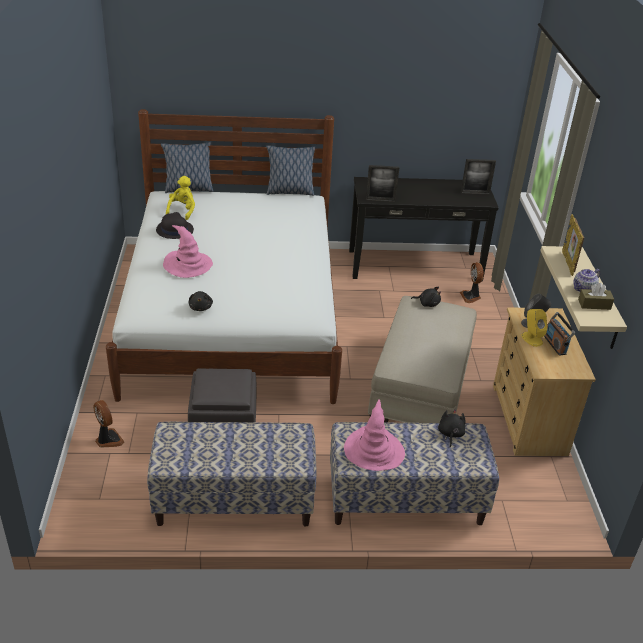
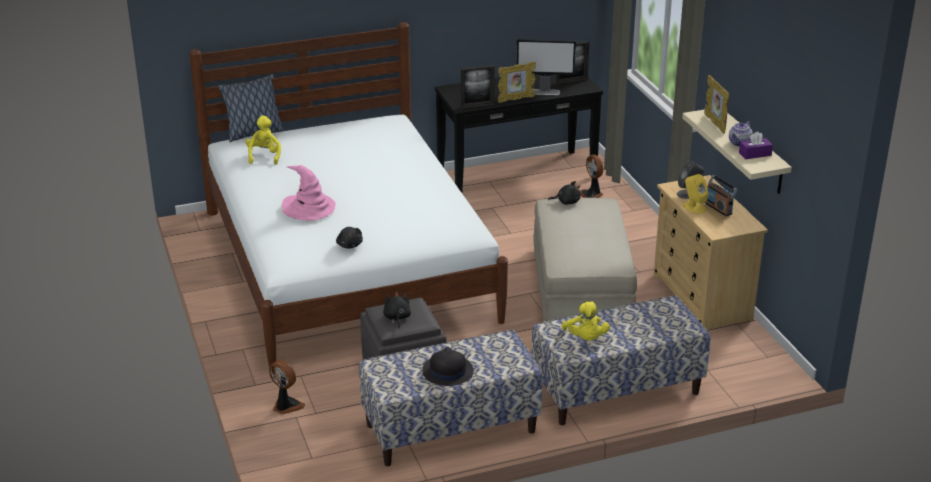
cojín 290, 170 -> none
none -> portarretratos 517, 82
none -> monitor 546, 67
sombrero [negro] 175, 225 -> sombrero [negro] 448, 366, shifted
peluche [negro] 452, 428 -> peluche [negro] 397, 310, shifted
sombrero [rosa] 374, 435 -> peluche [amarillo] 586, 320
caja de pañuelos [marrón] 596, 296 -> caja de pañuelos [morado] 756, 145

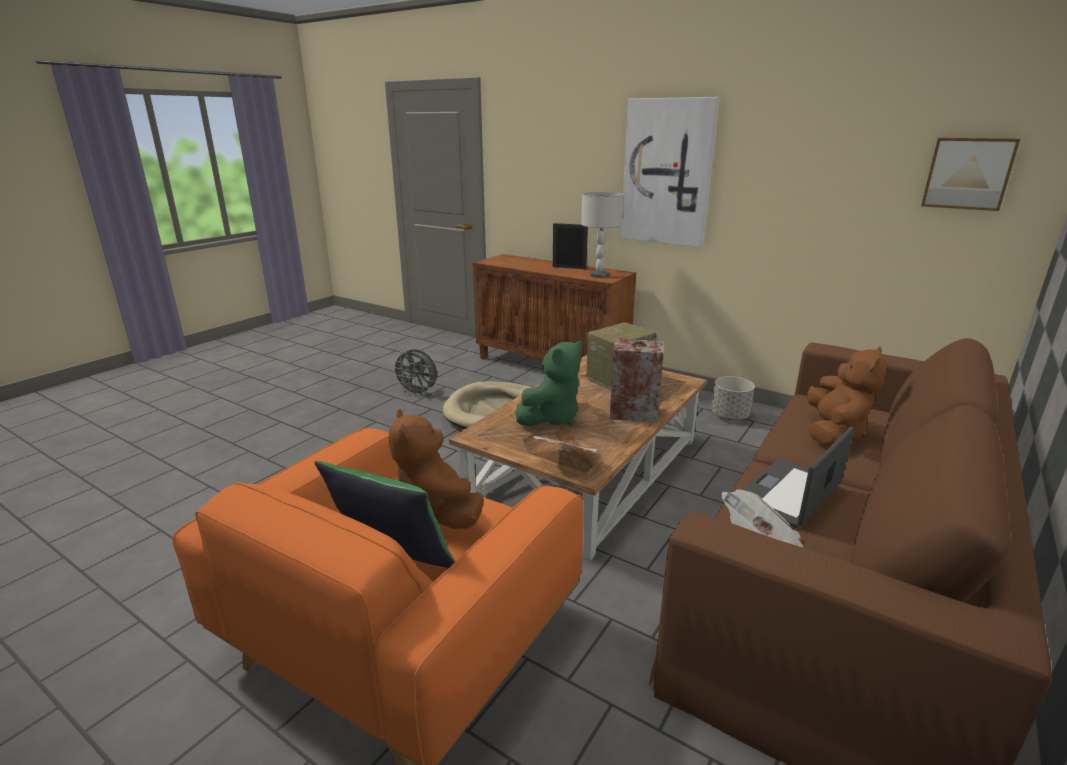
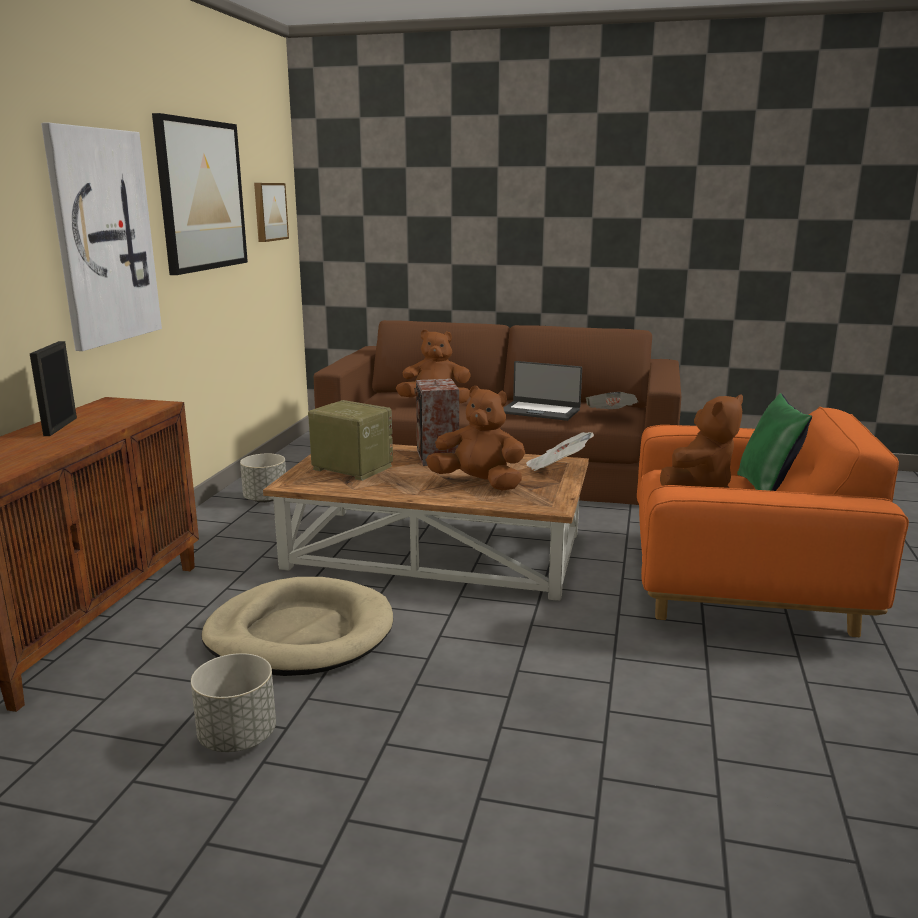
lámpara de mesa [gris] 602, 235 -> none
none -> cuadro 200, 194
ventilador [gris] 414, 373 -> maceta [gris] 233, 702
peluche [verde] 548, 383 -> peluche [marrón] 475, 438

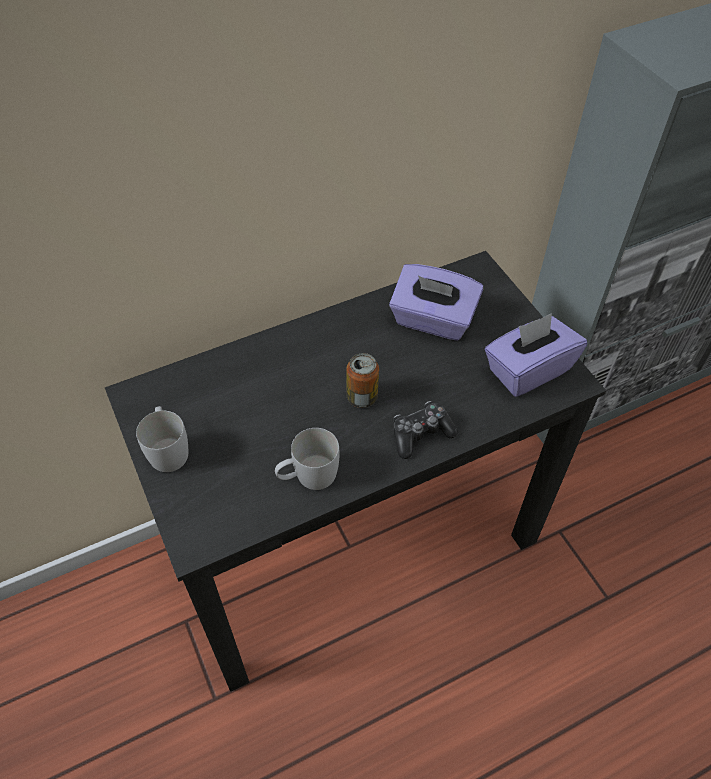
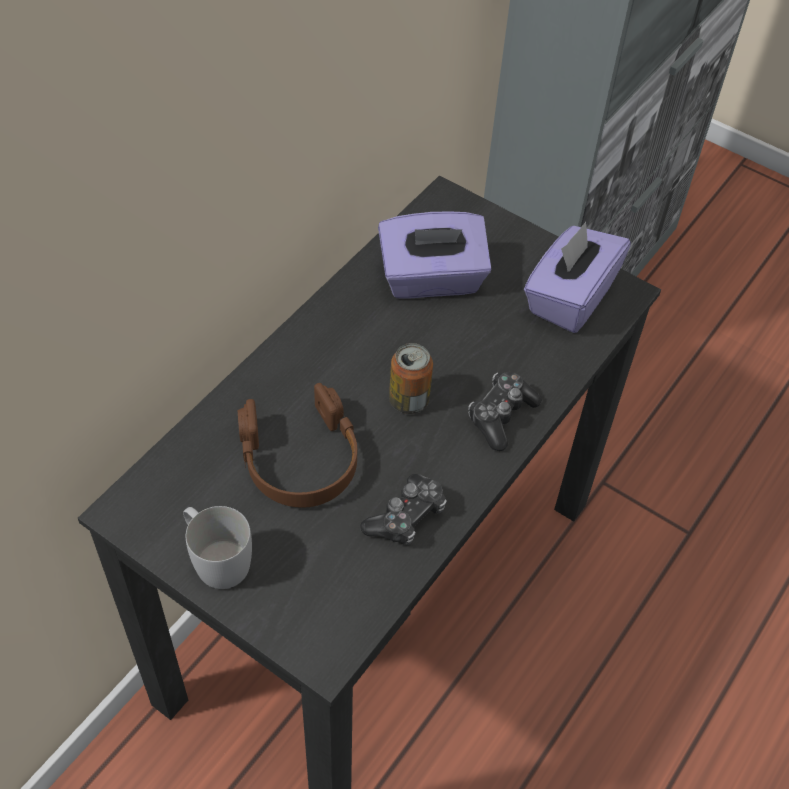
none -> auriculares [marrón] 297, 445
taza grande [blanco] 307, 459 -> mando de consola 403, 509

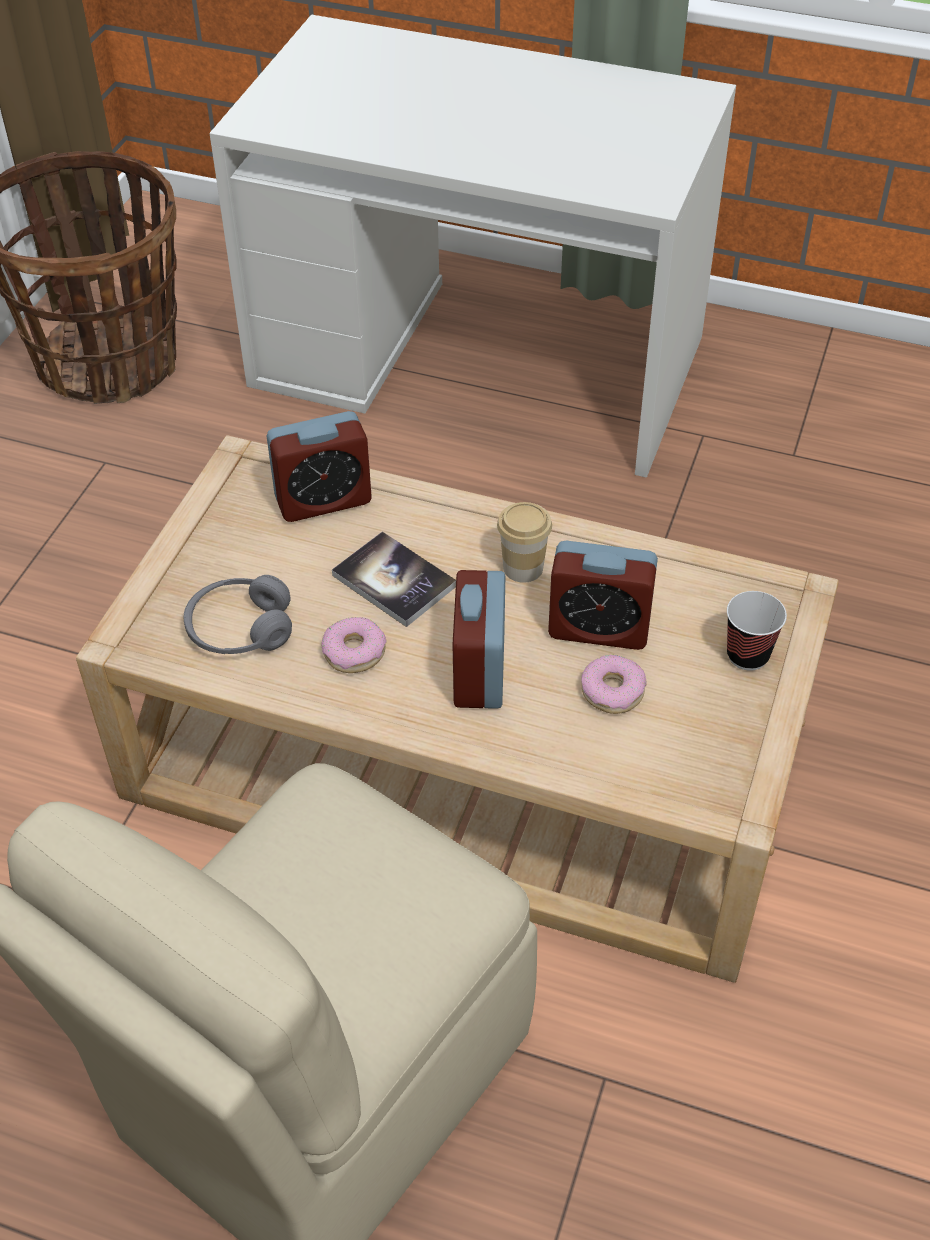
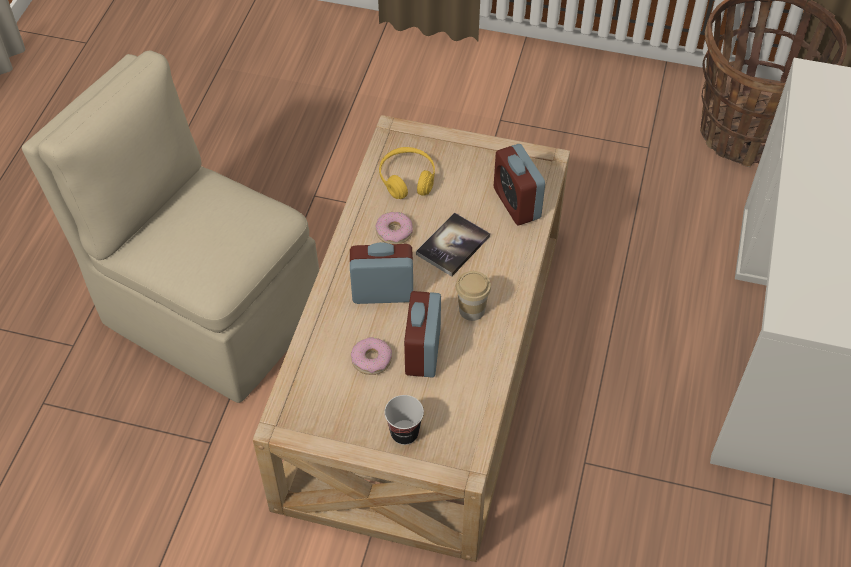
auriculares [gris] 237, 614 -> auriculares [amarillo] 407, 173

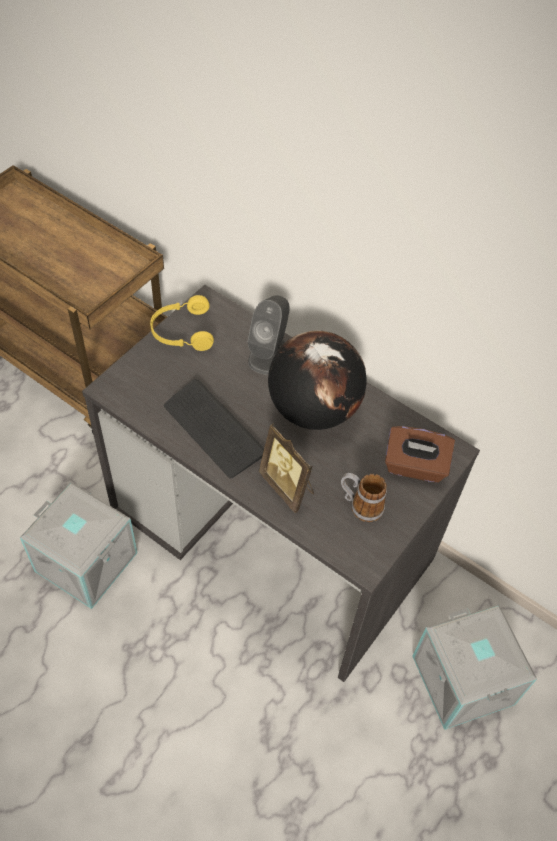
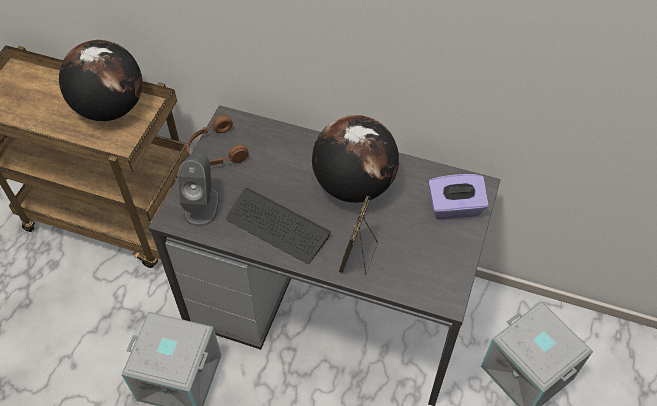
taza grande 364, 497 -> none
none -> globo terráqueo 101, 80
altavoz [gris] 268, 335 -> altavoz [gris] 198, 190, shifted
auriculares [amarillo] 182, 323 -> auriculares [marrón] 217, 140
caja de pañuelos [marrón] 420, 454 -> caja de pañuelos [morado] 458, 196
portarretratos 286, 468 -> portarretratos 358, 235, 75 degrees clockwise

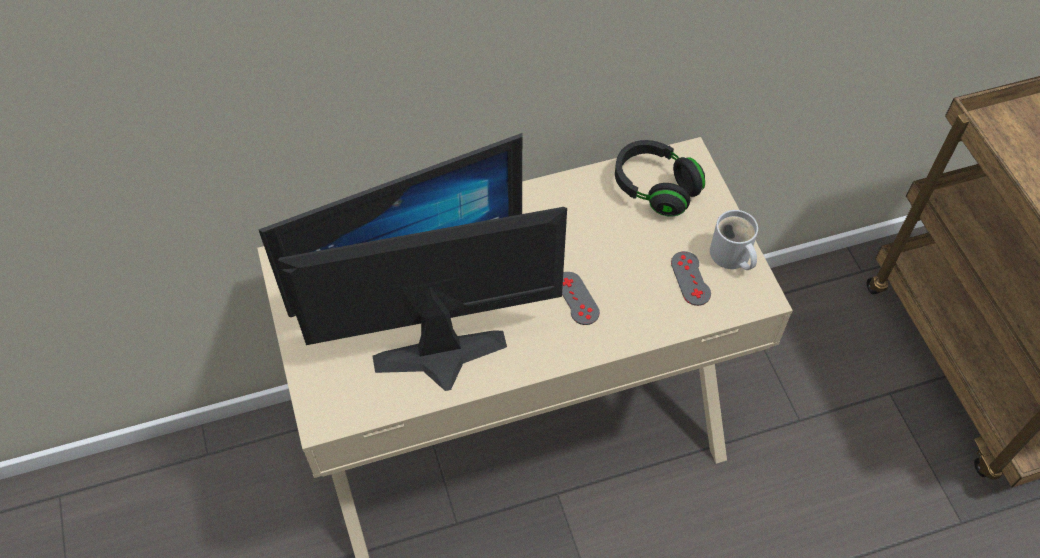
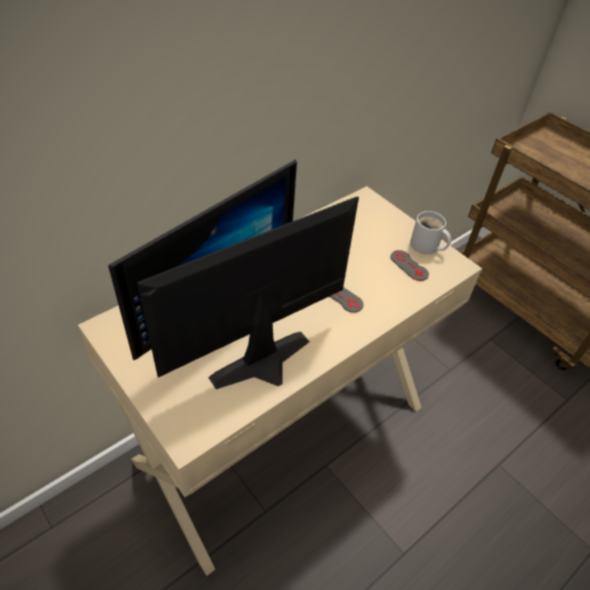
auriculares [negro] 660, 178 -> none

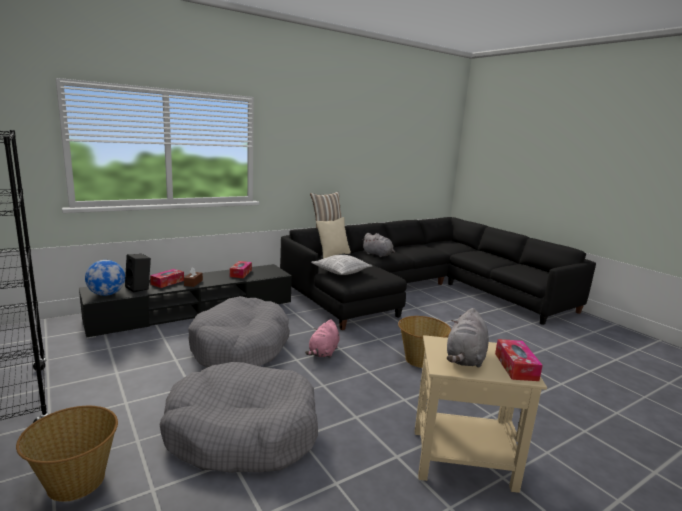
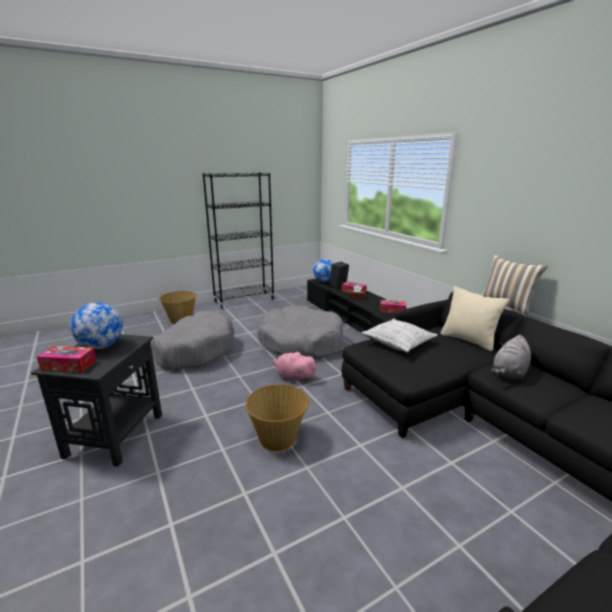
peluche [gris] 468, 338 -> globo terráqueo 96, 326
mesa auxiliar [beis] 481, 414 -> mesa auxiliar [negro] 96, 400

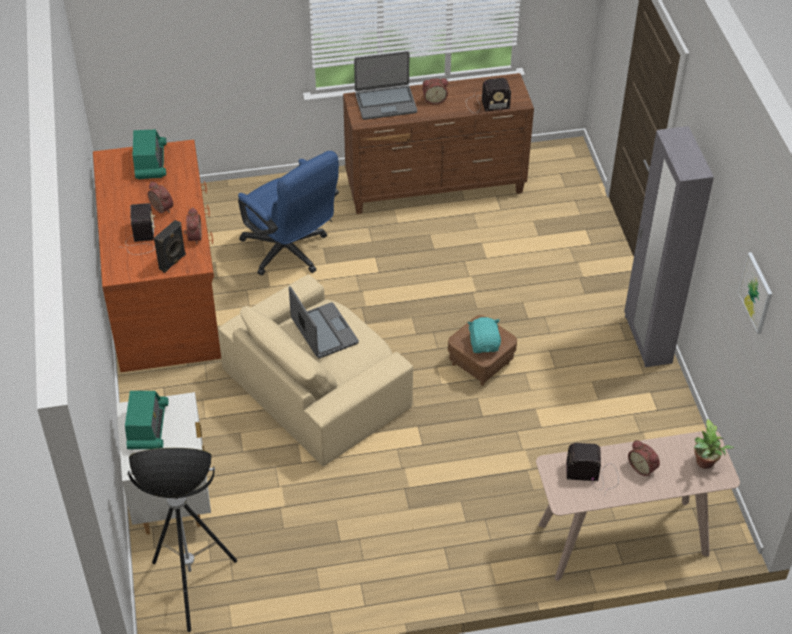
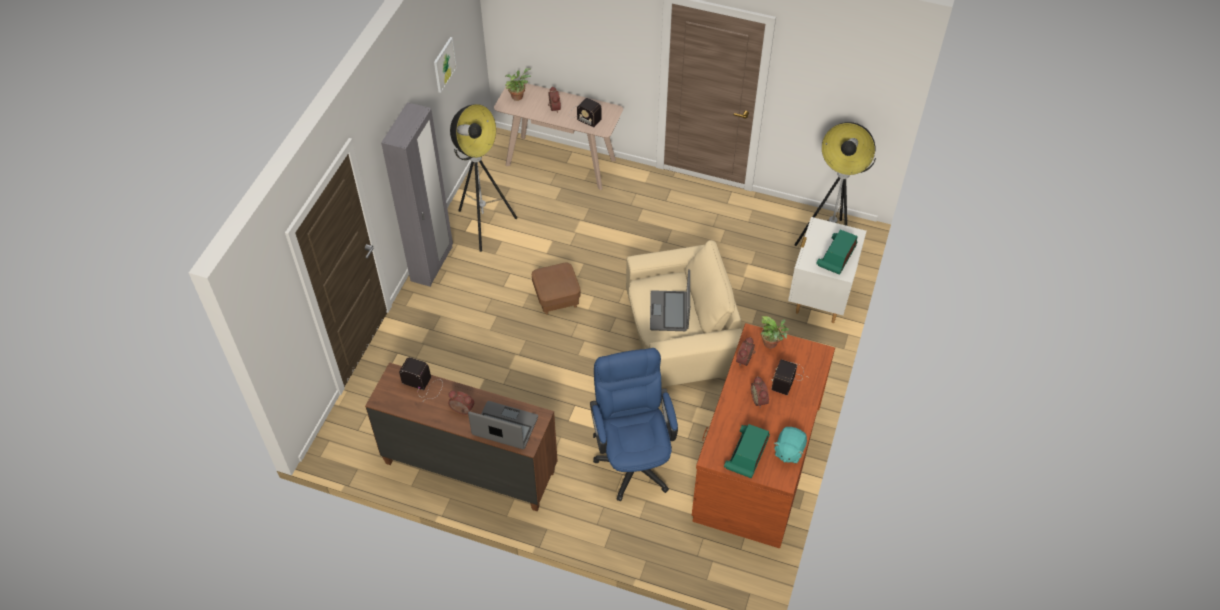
none -> lámpara de pie 483, 178
peluche [turquesa] 484, 335 -> peluche [turquesa] 790, 445, shifted
altavoz [negro] 170, 246 -> planta en maceta 774, 332

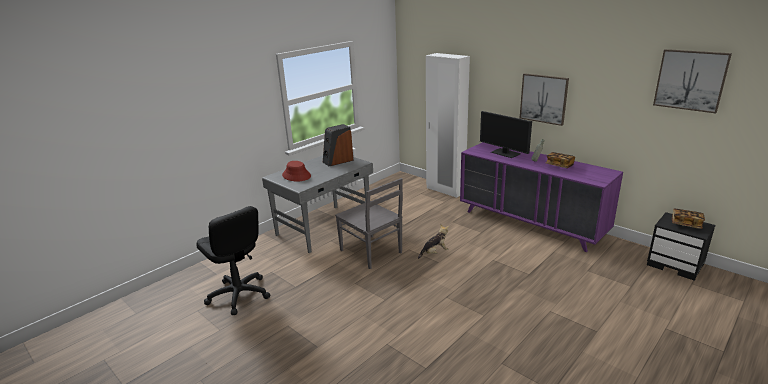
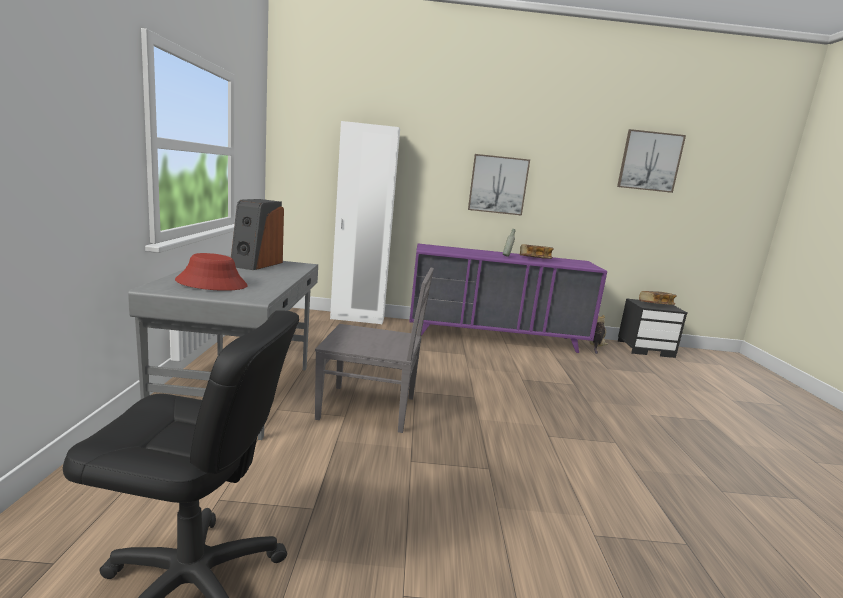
monitor 506, 134 -> none
peluche 433, 241 -> peluche 598, 334, shifted

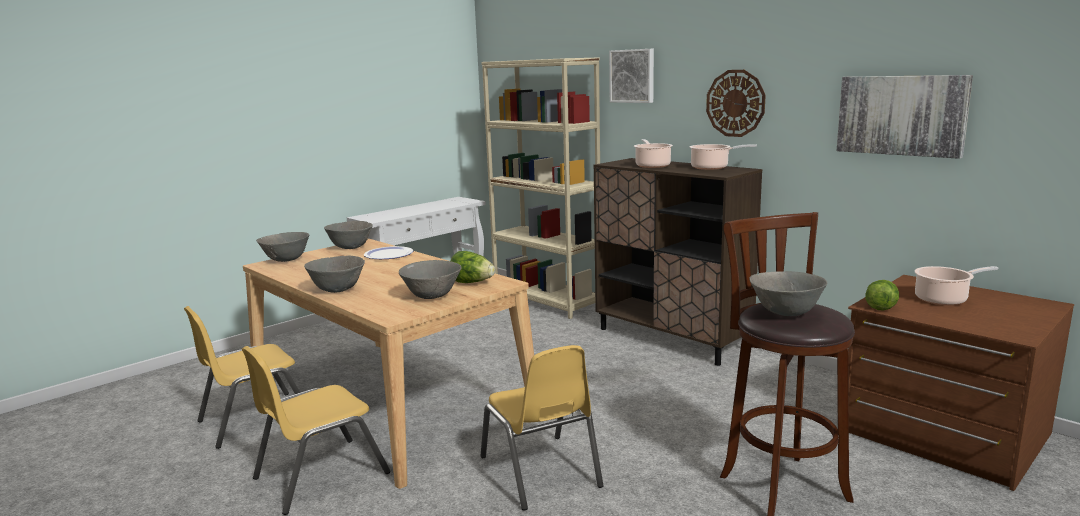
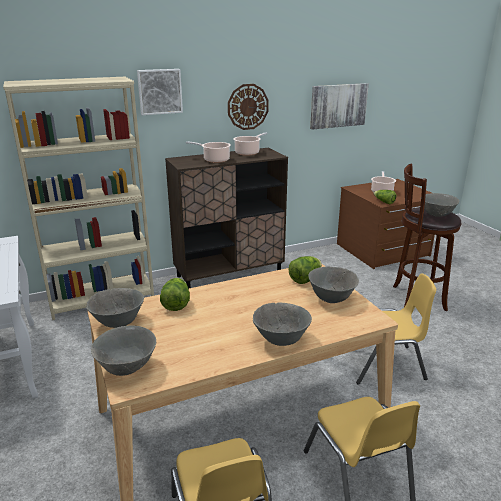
plato 388, 252 -> lechuga 175, 294

